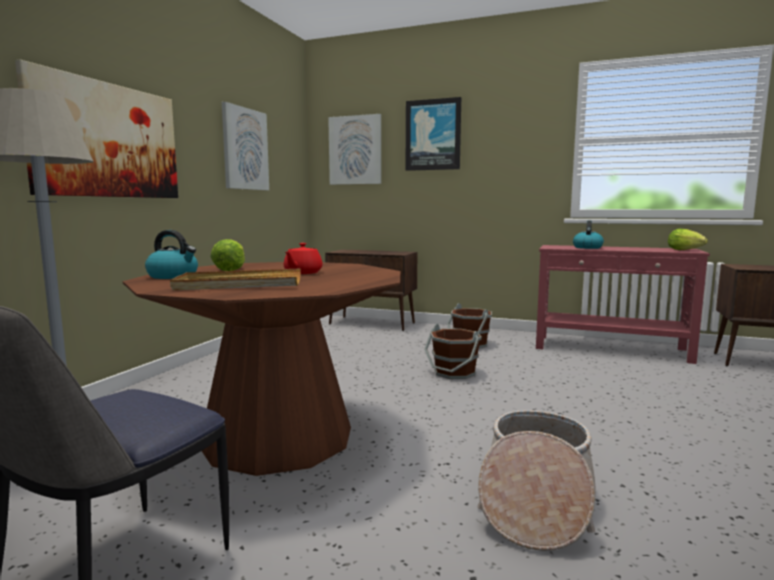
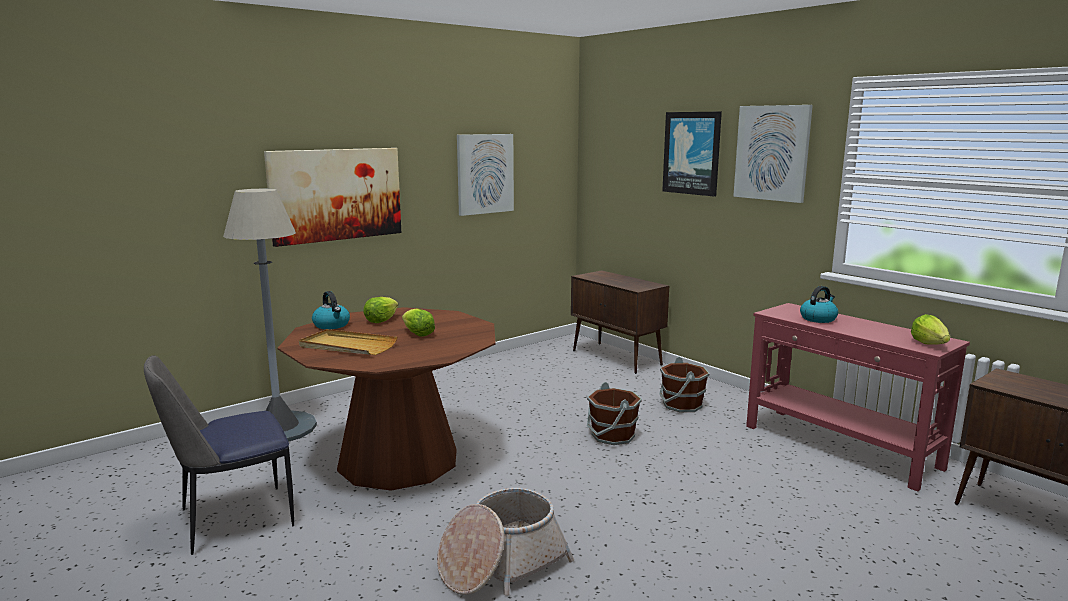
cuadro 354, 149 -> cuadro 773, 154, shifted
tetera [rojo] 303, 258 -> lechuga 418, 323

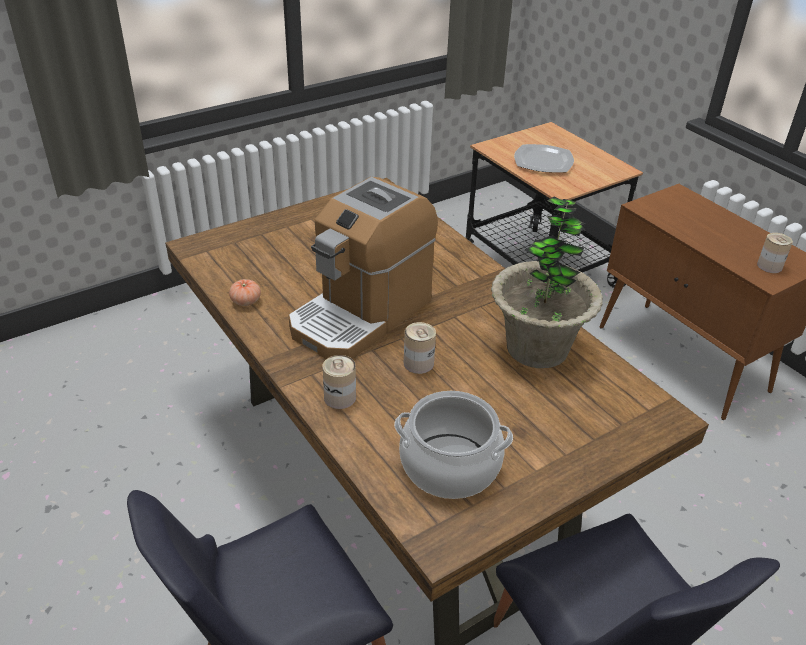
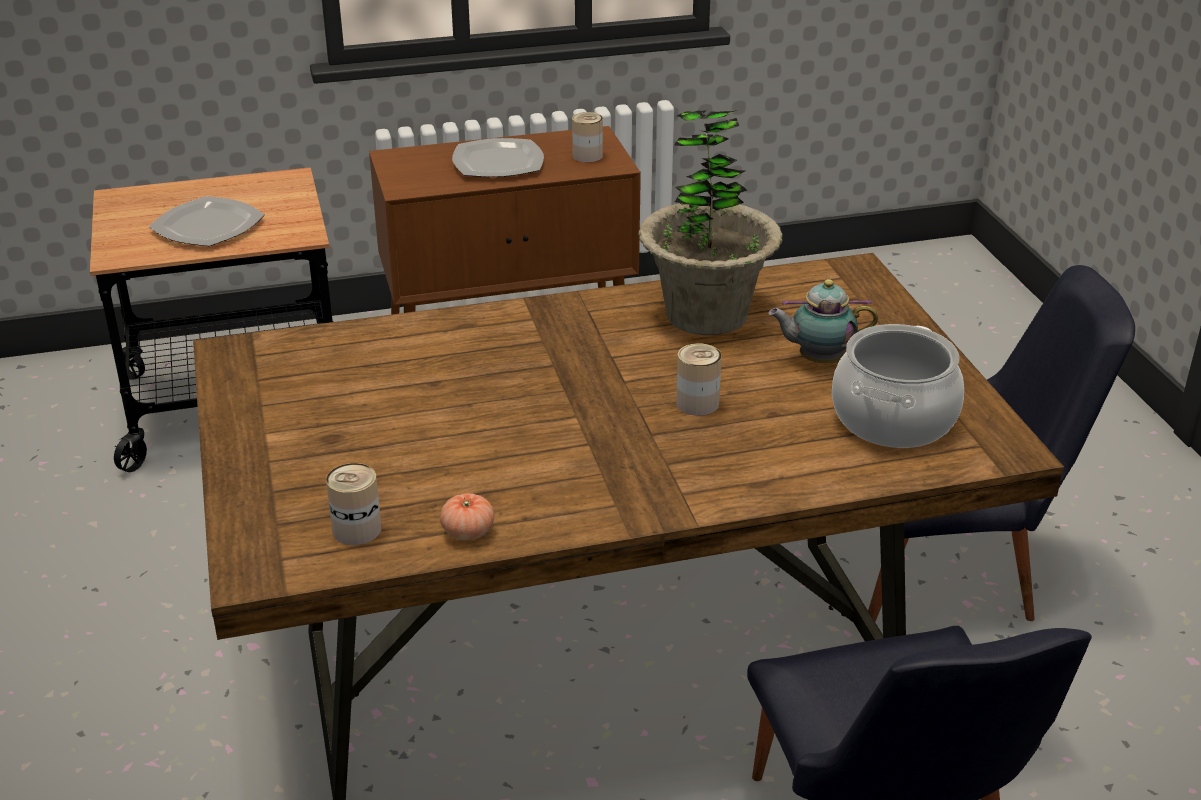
cafetera 363, 268 -> none
none -> plato 498, 157
none -> tetera 823, 321
lata 339, 382 -> lata 354, 504, shifted

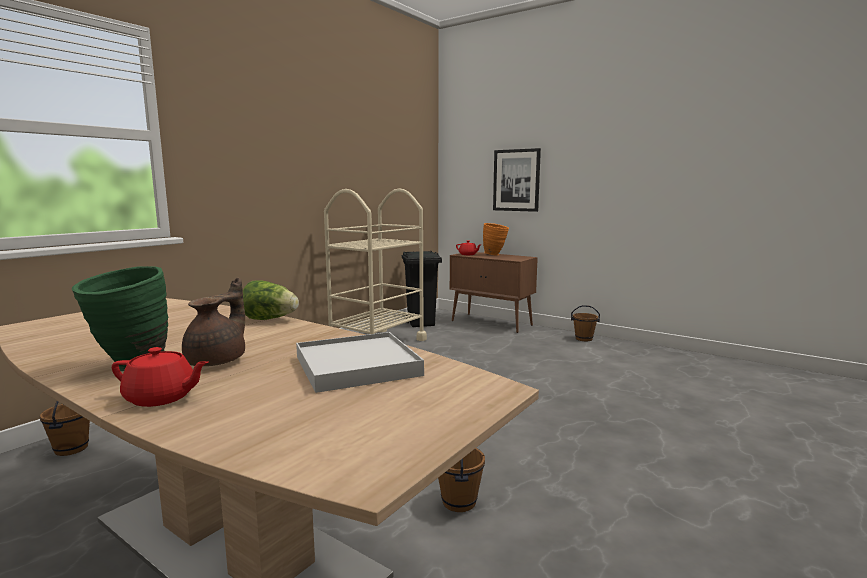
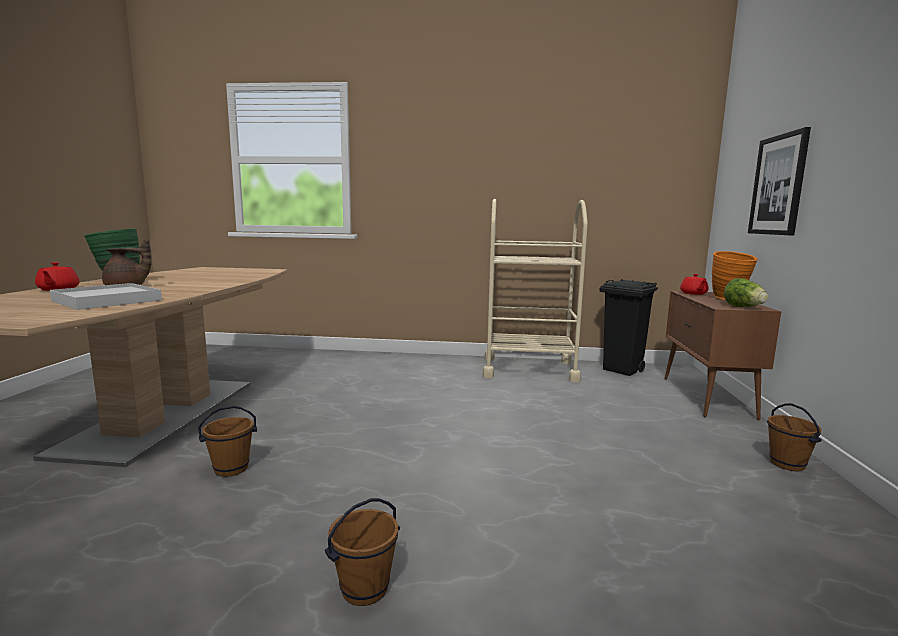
cubo [marrón] 65, 428 -> cubo [marrón] 362, 552, shifted
lechuga 271, 300 -> lechuga 746, 292, shifted

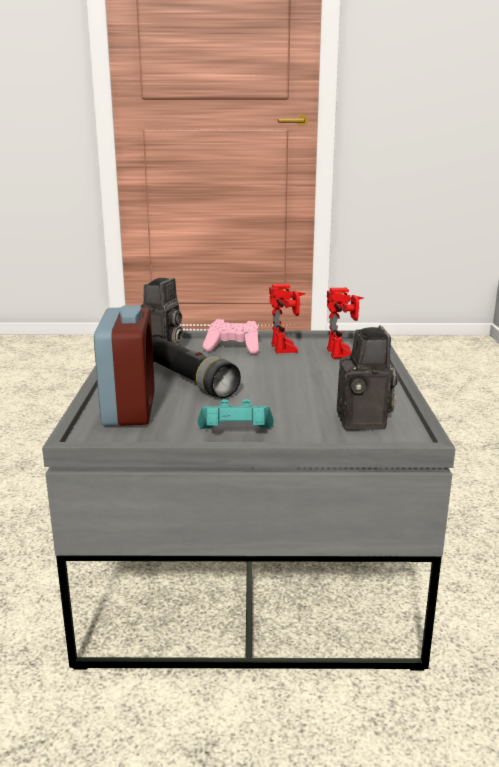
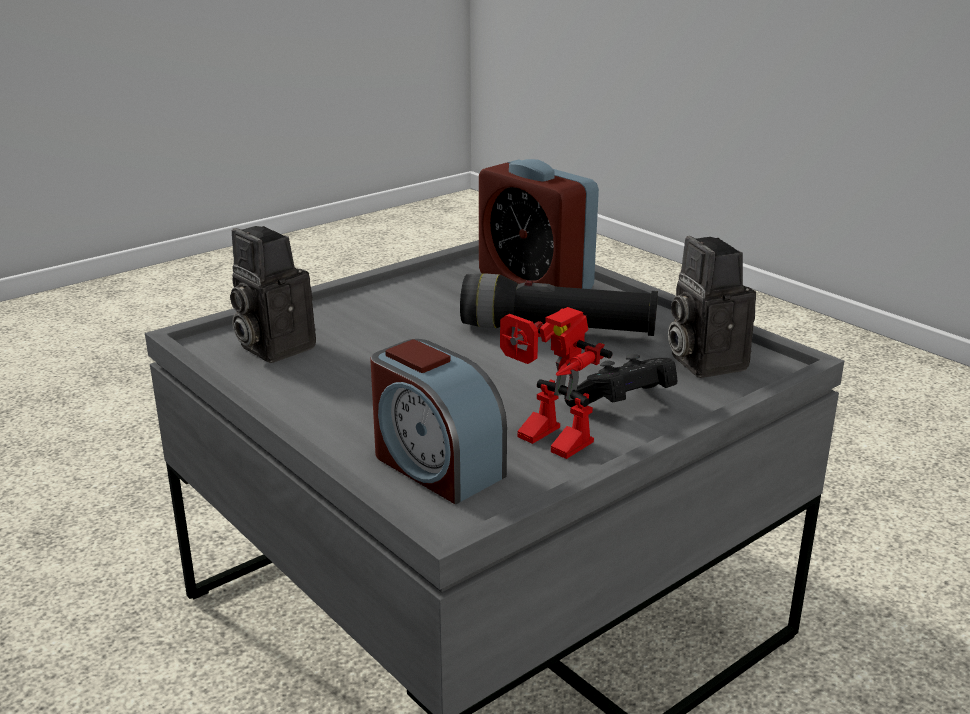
mando de consola [turquesa] 236, 414 -> none
robot de juguete 345, 323 -> despertador 438, 421
mando de consola [rosa] 231, 336 -> mando de consola [negro] 620, 380

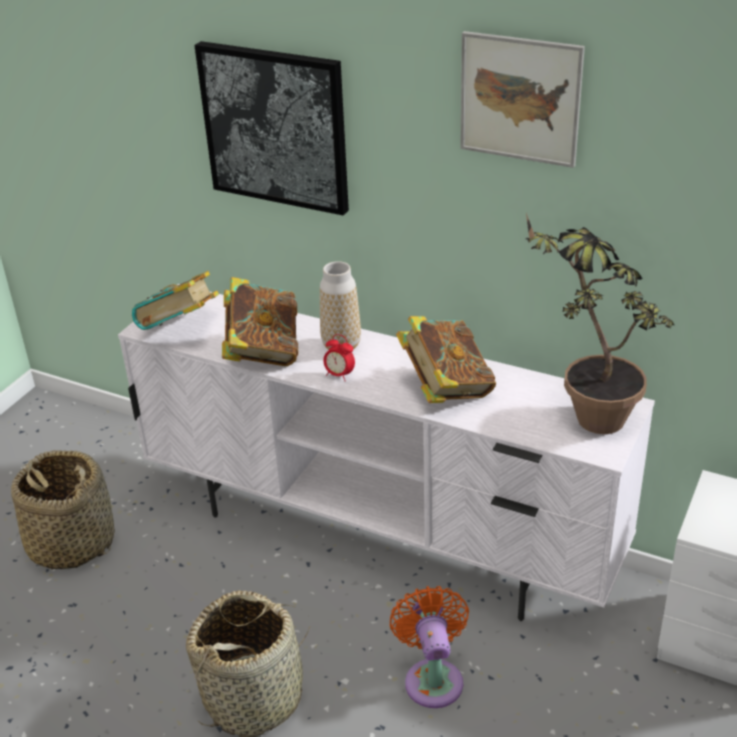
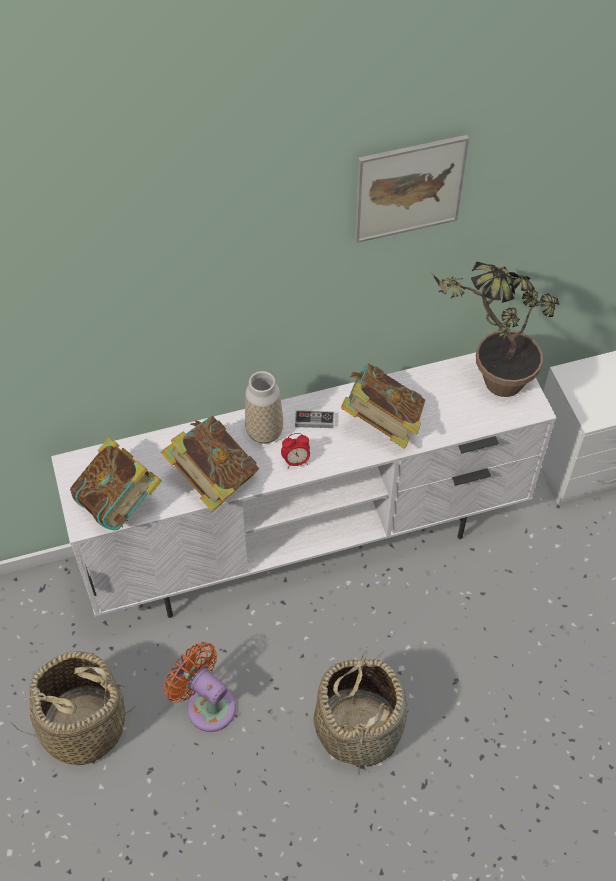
cuadro 271, 128 -> none
none -> mando de consola 314, 419
ventilador [naranja] 429, 647 -> ventilador [naranja] 200, 687, shifted

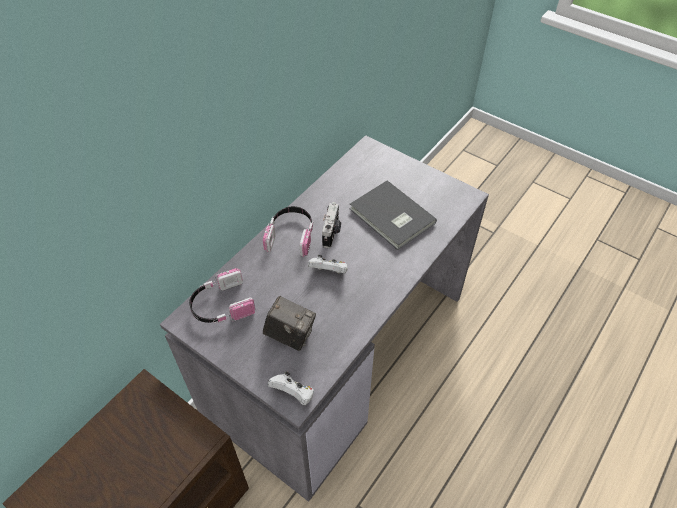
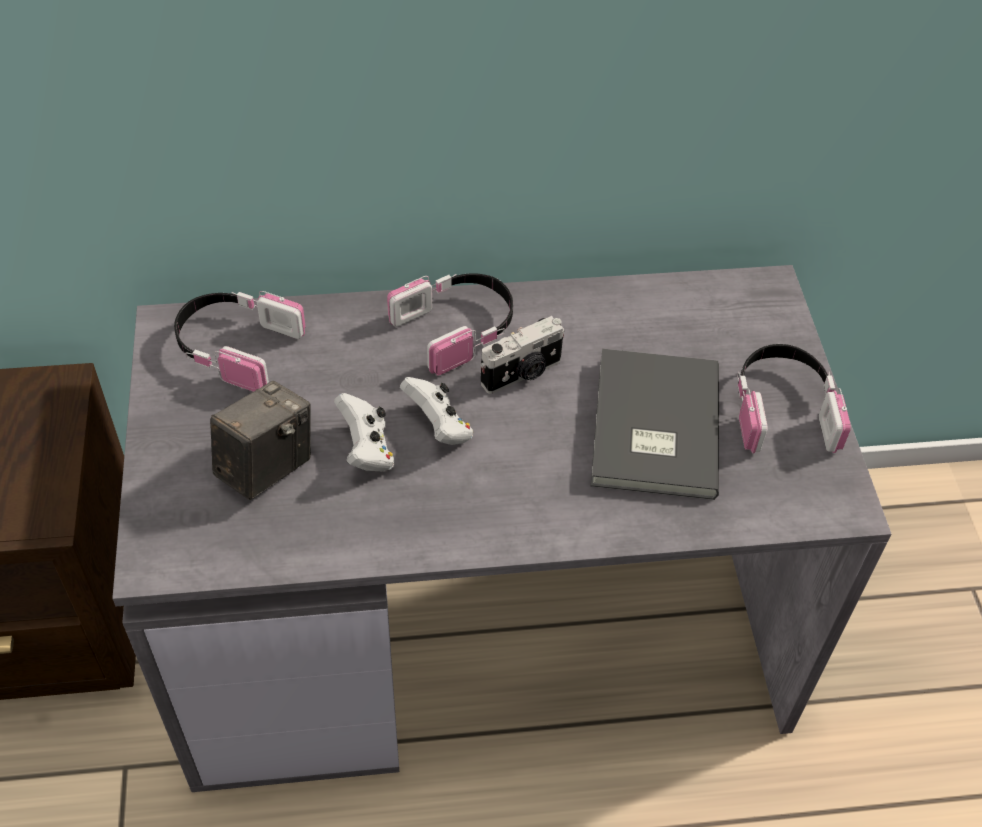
none -> auriculares 794, 398
mando de consola [blanco] 291, 388 -> mando de consola [blanco] 364, 432, shifted
cámara 289, 323 -> cámara 260, 440, 120 degrees counterclockwise

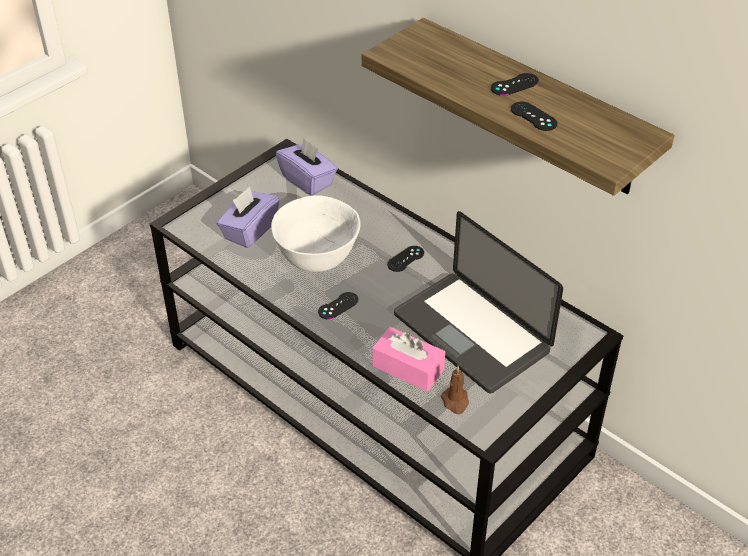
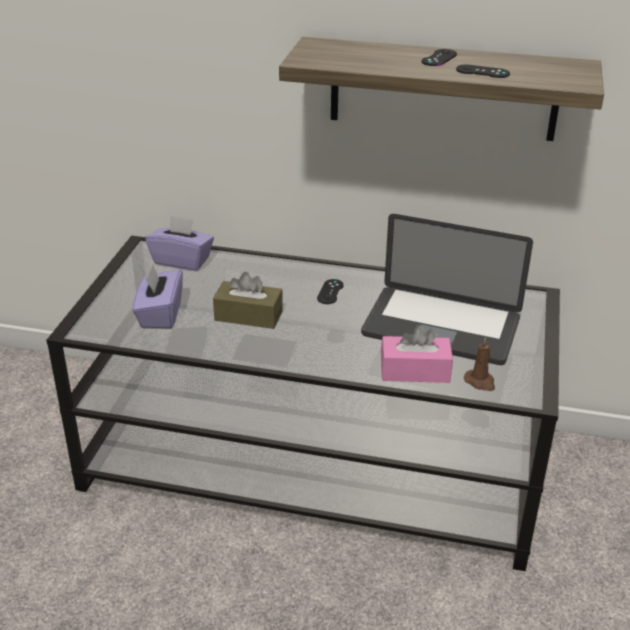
mando de consola [negro] 338, 305 -> none
cuenco [blanco] 316, 233 -> caja de pañuelos [marrón] 248, 300

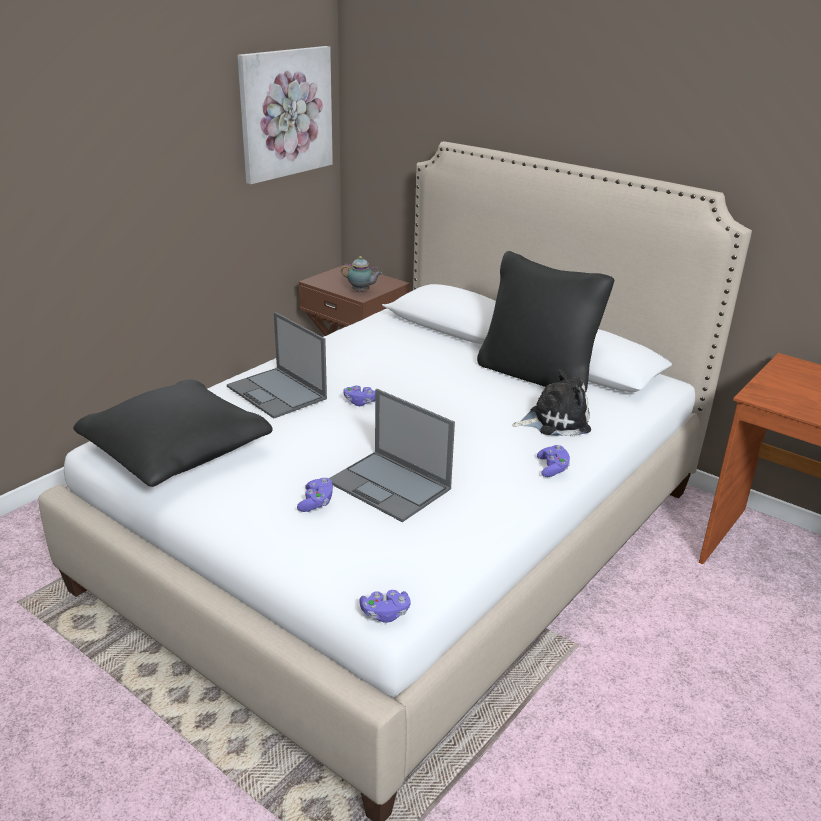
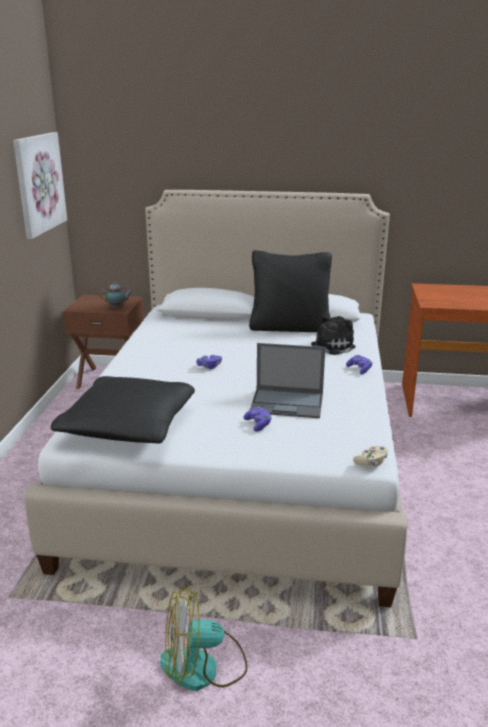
portátil 277, 365 -> none
none -> ventilador 204, 638
mando de consola [morado] 385, 606 -> mando de consola [beis] 370, 456

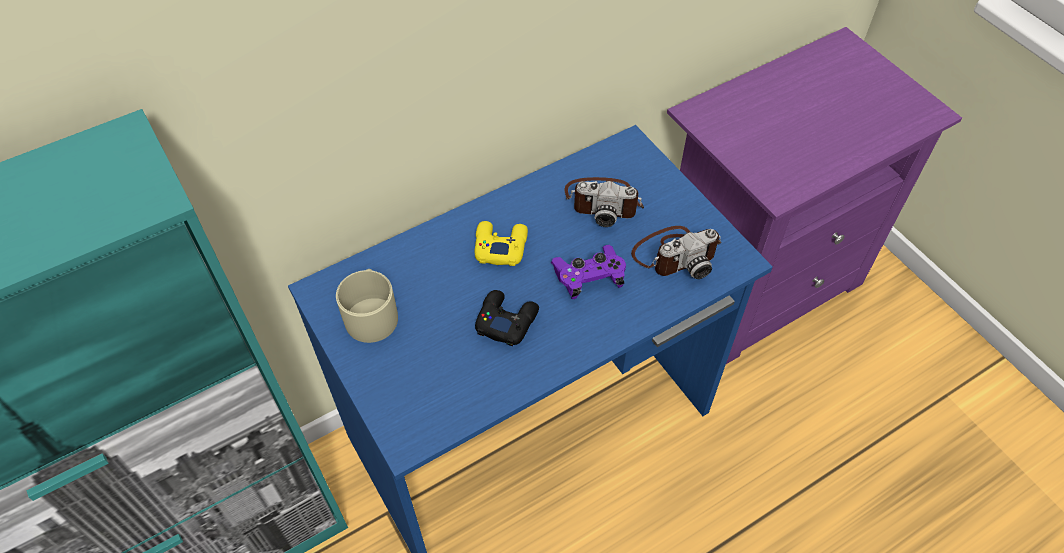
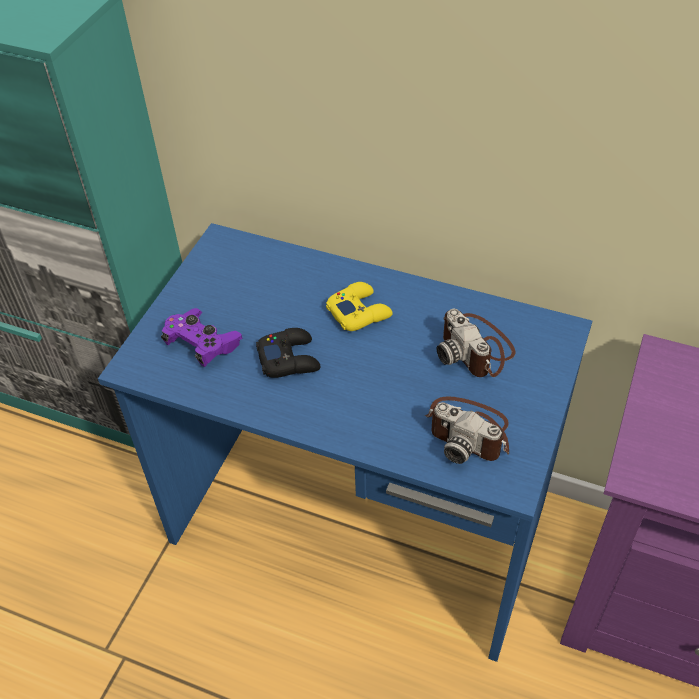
taza grande [beis] 367, 306 -> none
mando de consola [morado] 588, 272 -> mando de consola [morado] 202, 337, shifted

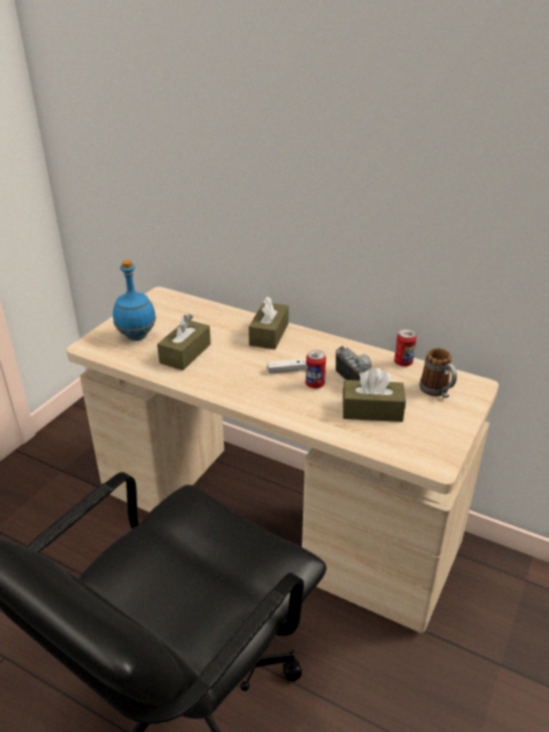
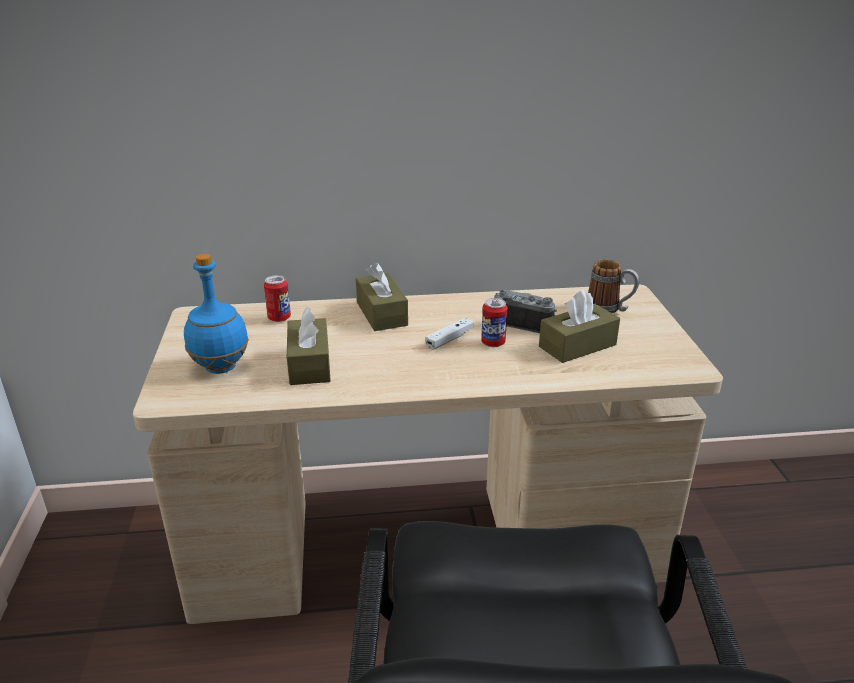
lata 405, 348 -> lata 277, 298, shifted

